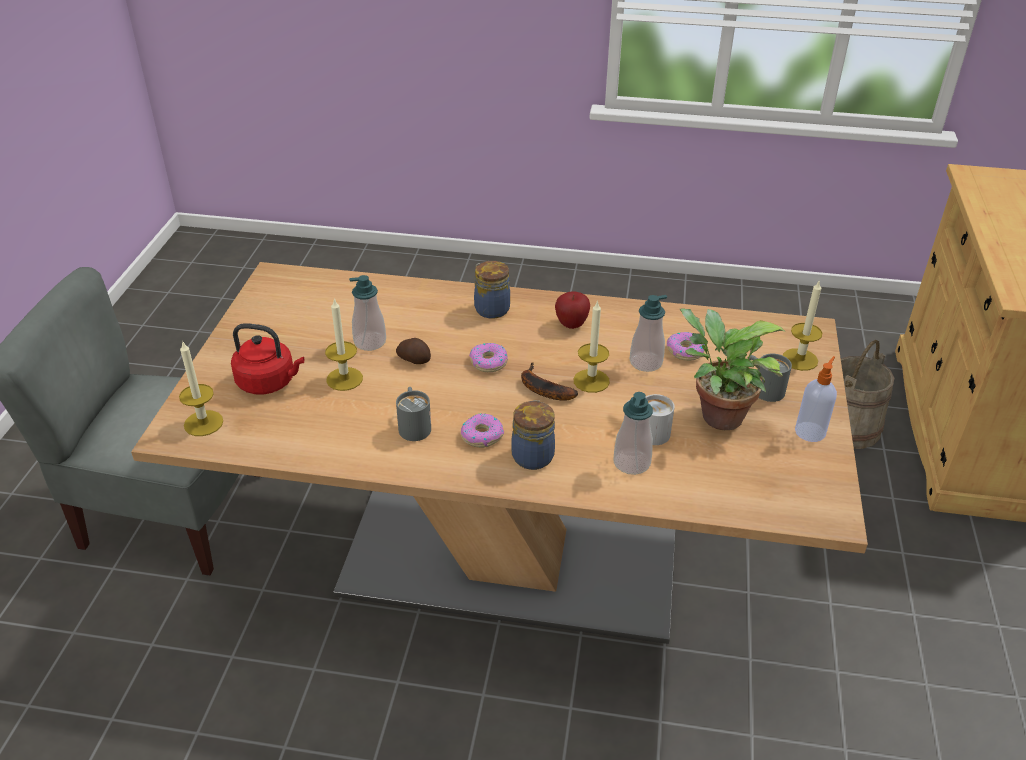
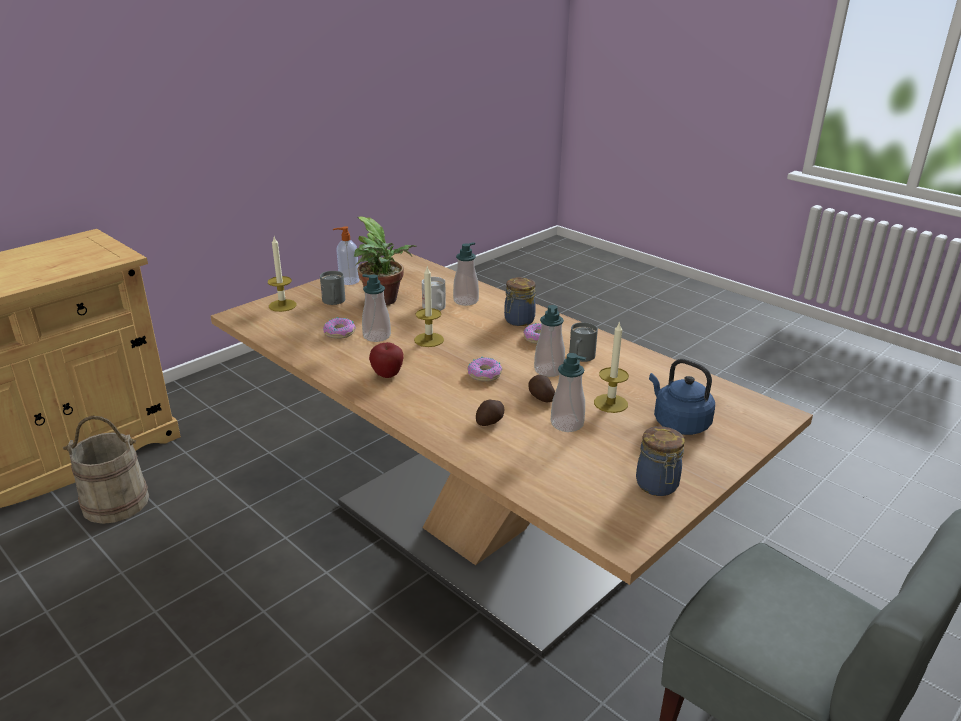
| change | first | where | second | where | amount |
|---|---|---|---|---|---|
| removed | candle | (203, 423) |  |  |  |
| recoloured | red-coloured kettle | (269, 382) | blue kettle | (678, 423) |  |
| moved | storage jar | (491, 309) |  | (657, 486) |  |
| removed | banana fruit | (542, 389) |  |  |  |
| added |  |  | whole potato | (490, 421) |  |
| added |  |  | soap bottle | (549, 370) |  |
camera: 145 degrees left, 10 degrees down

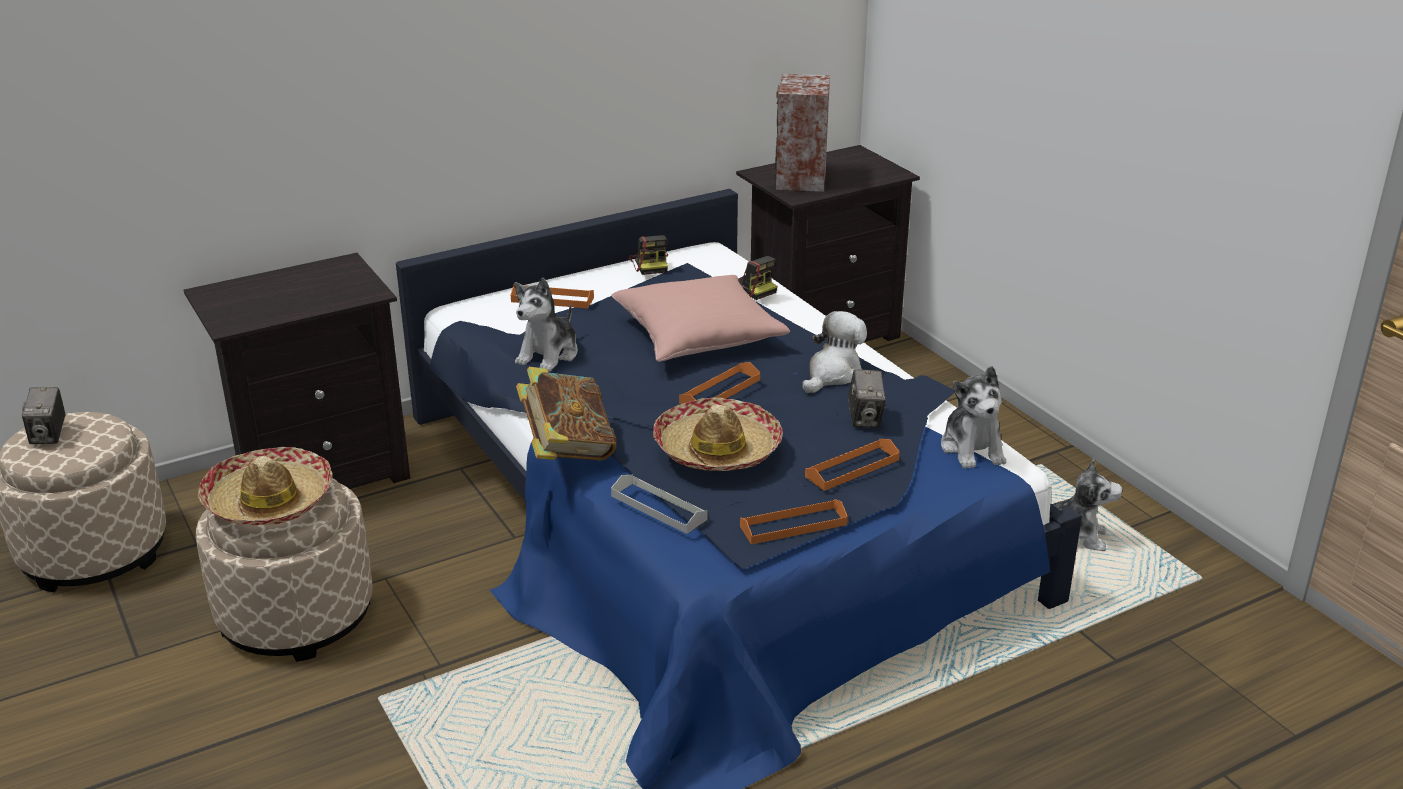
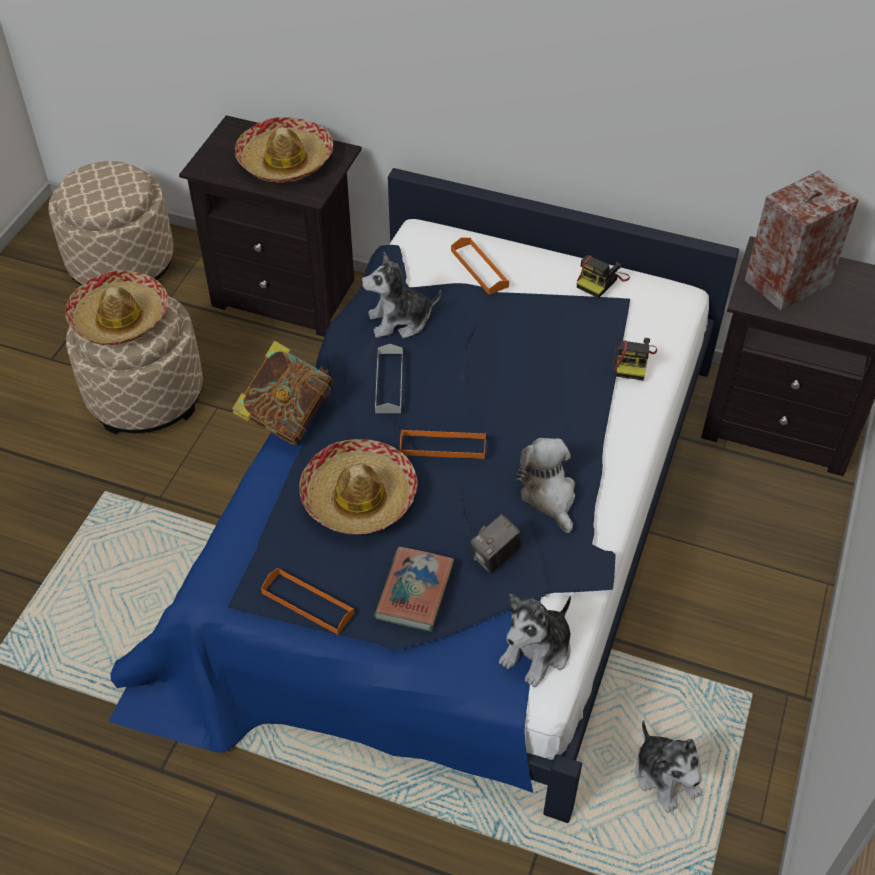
| change | first | where | second | where | amount |
|---|---|---|---|---|---|
| removed | still camera | (49, 435) |  |  |  |
| removed | pinkish cushion | (698, 337) |  |  |  |
| moved | gray tray | (658, 507) |  | (389, 382) |  |
| turned | plush toy | (833, 374) |  | (549, 496) | 105 degrees counterclockwise |
| replaced | orange tray | (852, 468) | volume | (414, 592) |  |
| added |  |  | hat | (285, 160) |  |
camera: 50 degrees right, 20 degrees up

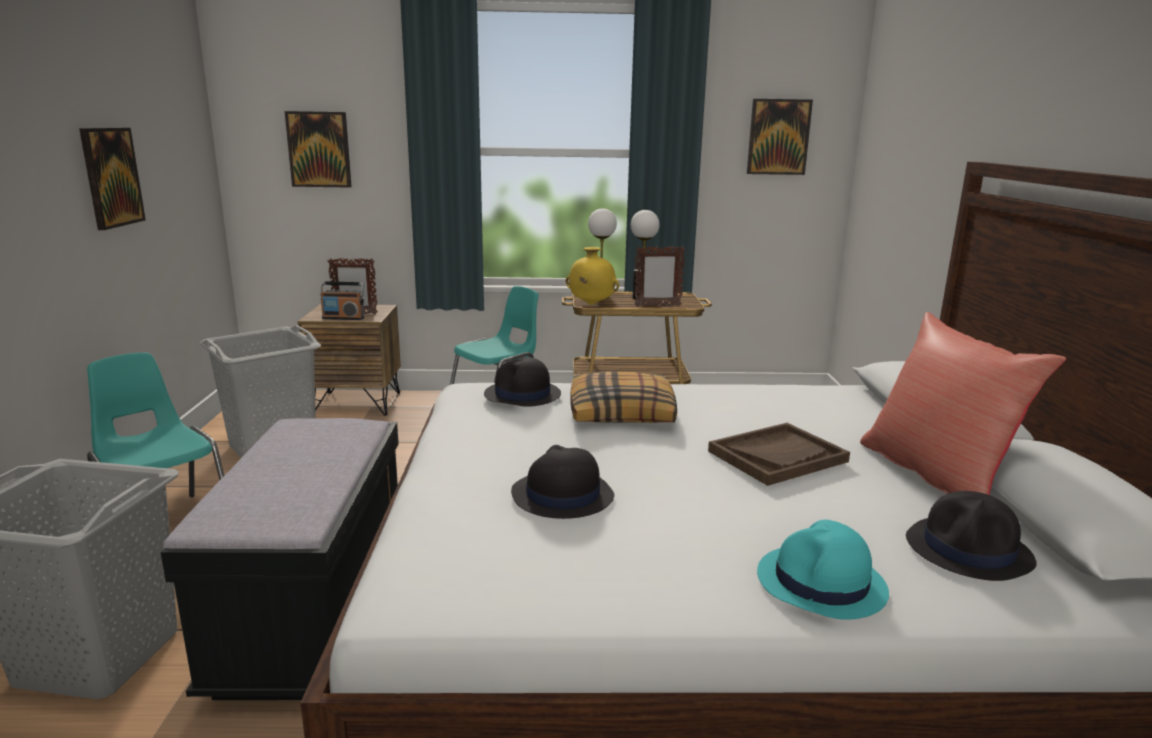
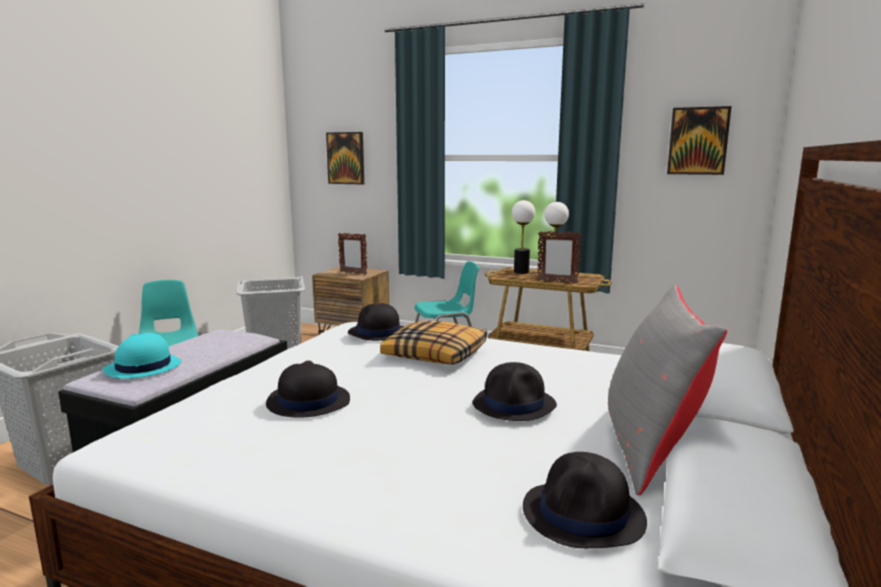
| change | first | where | second | where | amount |
|---|---|---|---|---|---|
| removed | picture | (111, 177) |  |  |  |
| removed | radio receiver | (343, 318) |  |  |  |
| removed | yellow flower vase | (591, 304) |  |  |  |
| replaced | brown tray | (777, 456) | blackish hat | (514, 404) |  |
| moved | turquoise-coloured hat | (821, 584) |  | (143, 367) |  |
| recoloured | red-coloured cushion | (936, 476) | gray cushion | (650, 448) |  |
camera: 25 degrees right, 5 degrees down

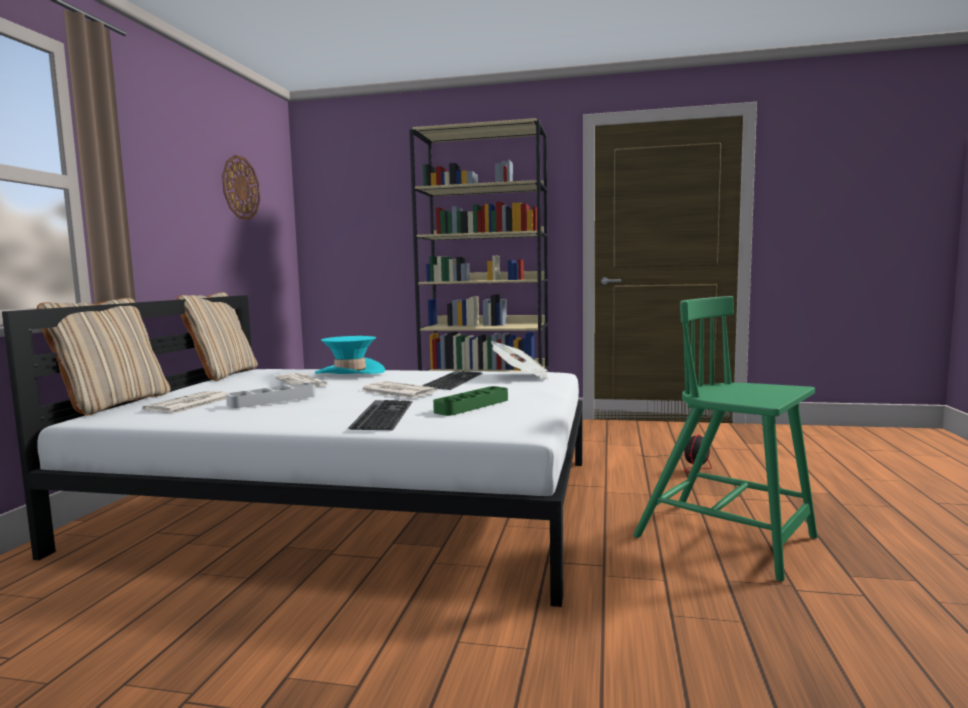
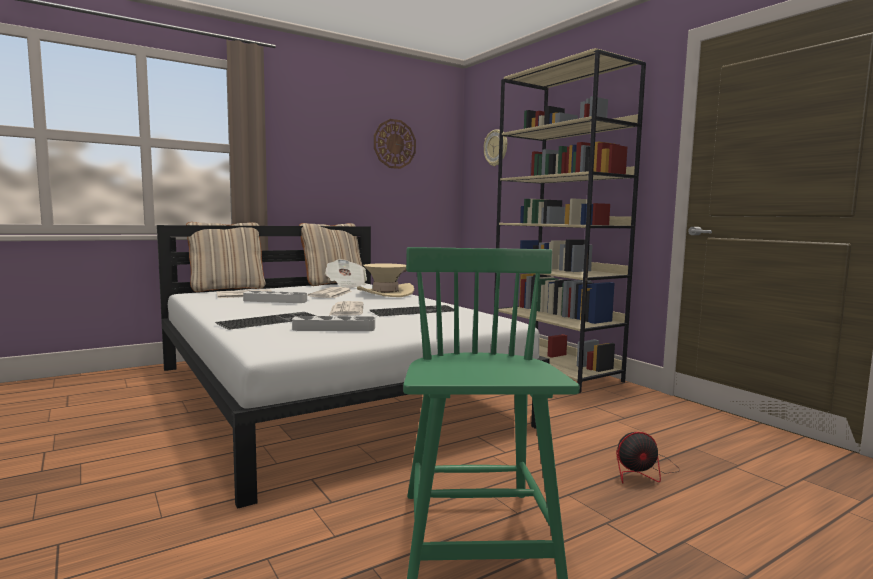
| change | first | where | second | where | amount |
|---|---|---|---|---|---|
| recoloured | turquoise-coloured hat | (350, 372) | beige-coloured hat | (385, 293) |  |
| recoloured | greenish tray | (472, 406) | gray tray | (334, 328) |  |
| moved | daily paper | (521, 376) |  | (346, 286) |  |
| added |  |  | wall clock | (496, 148) |  |
camera: 45 degrees right, 0 degrees up

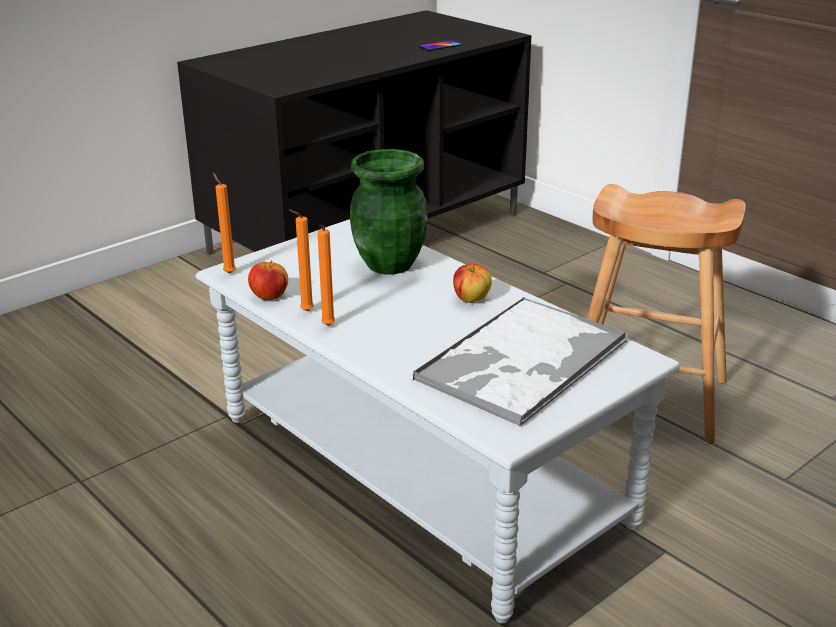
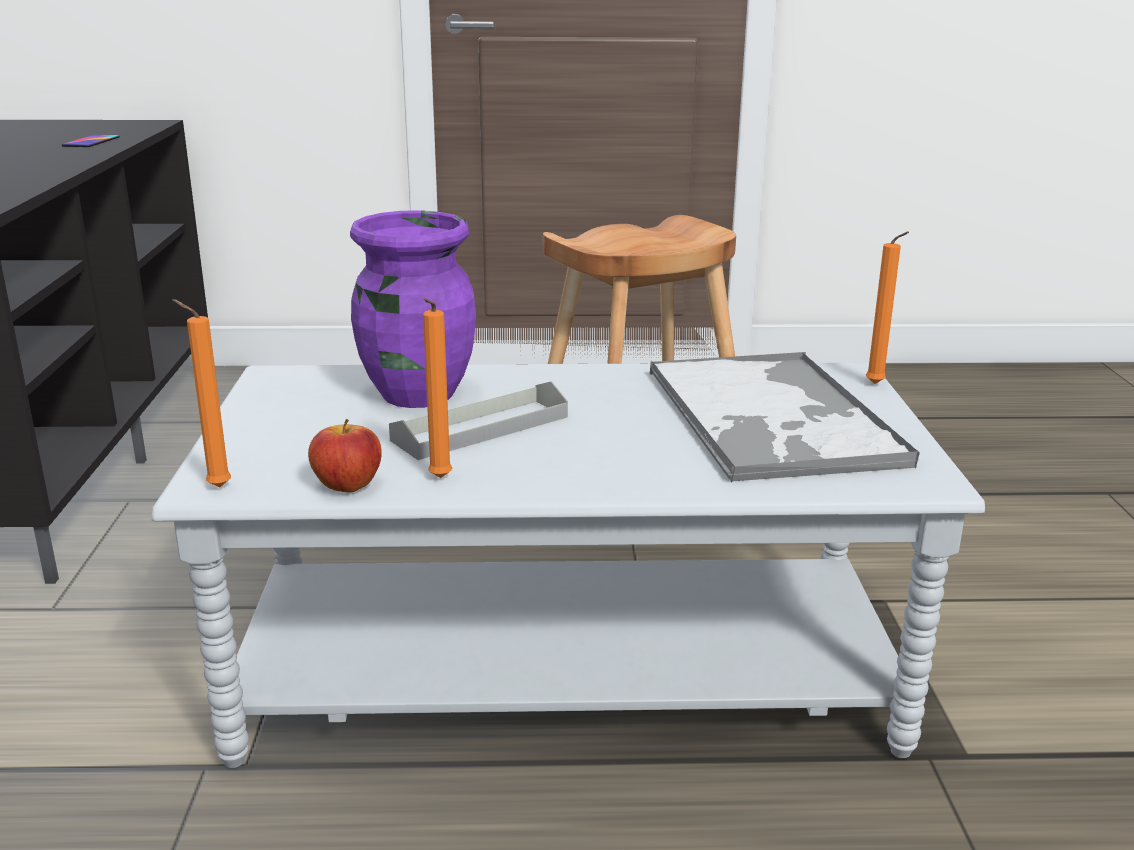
| change | first | where | second | where | amount |
|---|---|---|---|---|---|
| moved | orange candle | (327, 327) |  | (877, 385) |  |
| recoloured | greenish flower vase | (390, 264) | purple flower vase | (417, 394) |  |
| removed | apple fruit | (471, 299) |  |  |  |
| added |  |  | gray tray | (481, 428) |  |
camera: 50 degrees left, 5 degrees down

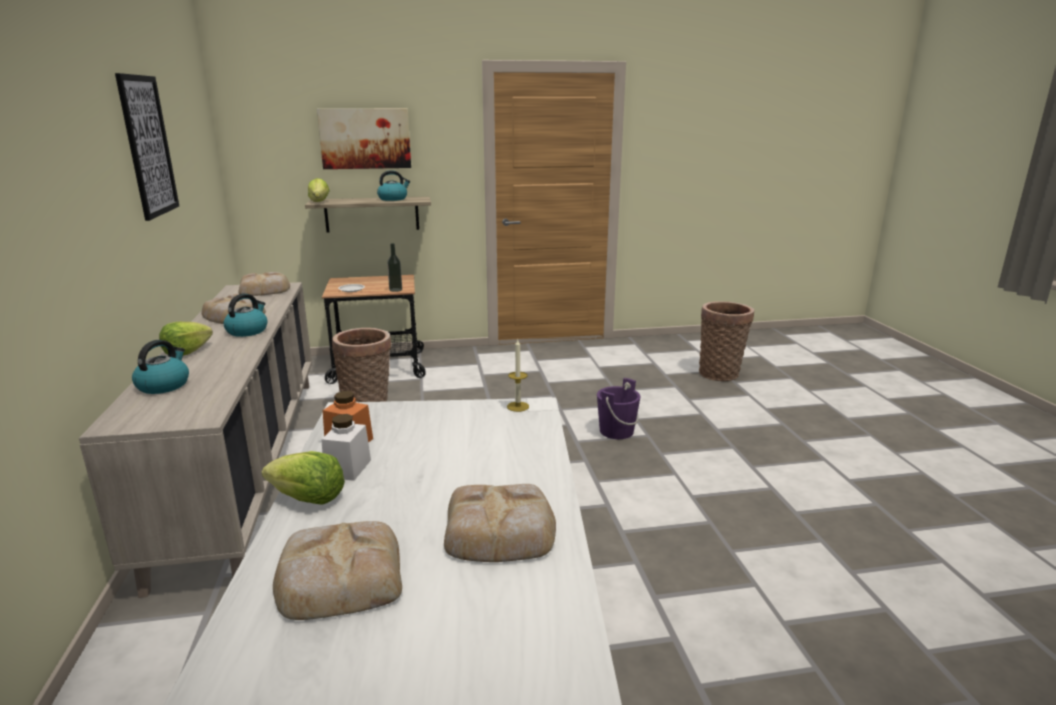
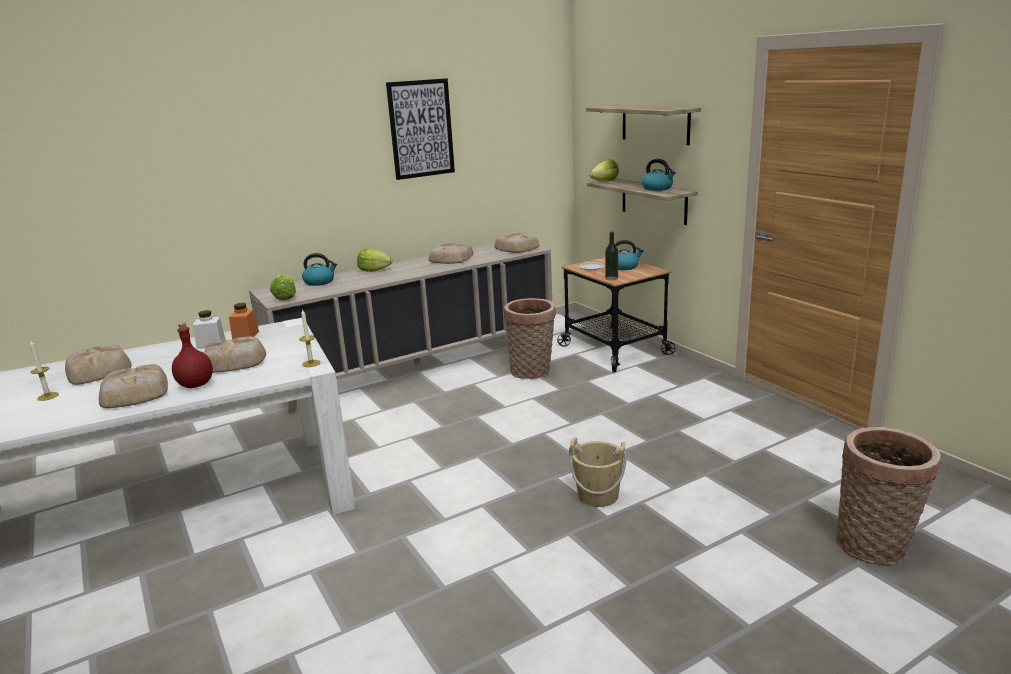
| change | first | where | second | where | amount |
|---|---|---|---|---|---|
| moved | kettle | (247, 331) |  | (624, 267) |  |
| moved | lettuce | (307, 499) |  | (285, 297) |  |
| replaced | picture | (365, 138) | shelf | (655, 124) |  |
| recoloured | purple pail | (616, 431) | beige-coloured pail | (598, 495) |  |
| added |  |  | candle | (48, 396) |  |
| added |  |  | red-coloured bottle | (196, 384) |  |
| added |  |  | bakery bread | (234, 361) |  |
camera: 70 degrees right, 0 degrees up

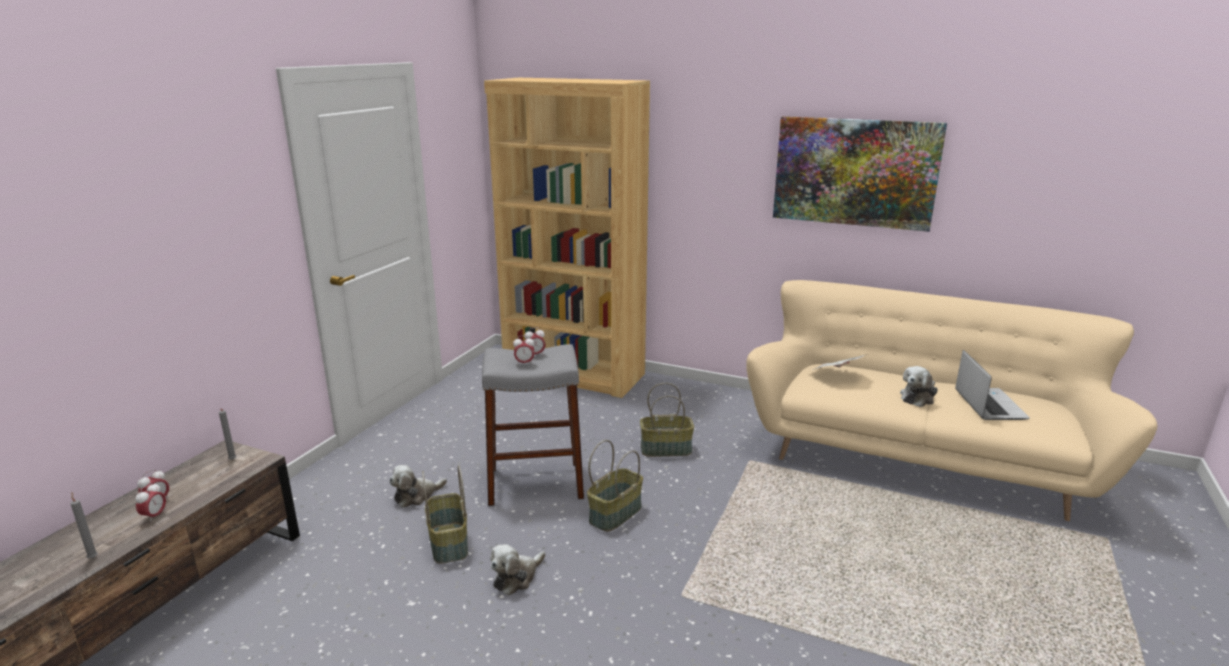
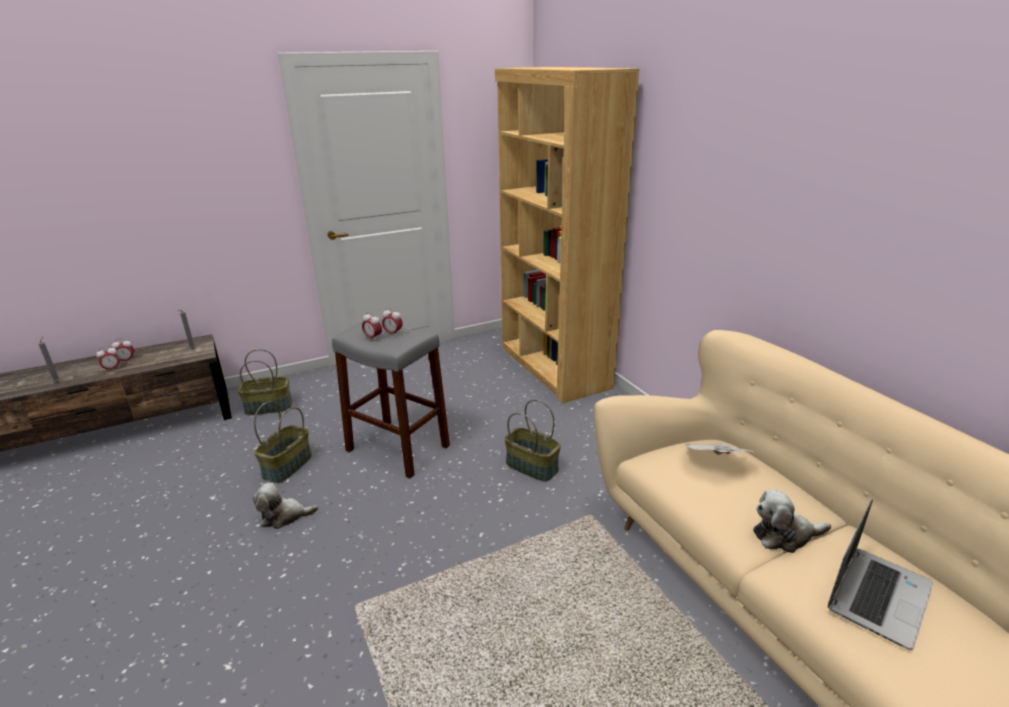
| change | first | where | second | where | amount |
|---|---|---|---|---|---|
| removed | plush toy | (416, 496) |  |  |  |
| moved | household basket | (615, 513) |  | (269, 407) |  |
| removed | picture | (855, 172) |  |  |  |
camera: 40 degrees right, 5 degrees up

